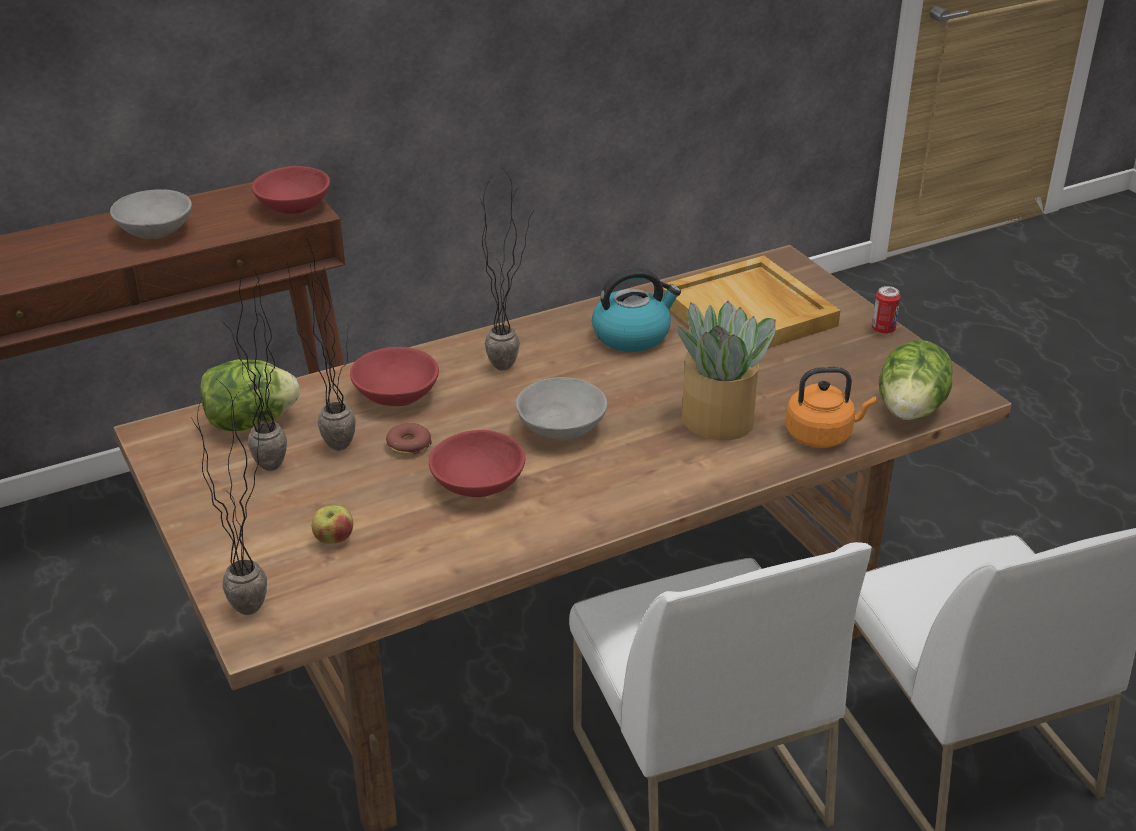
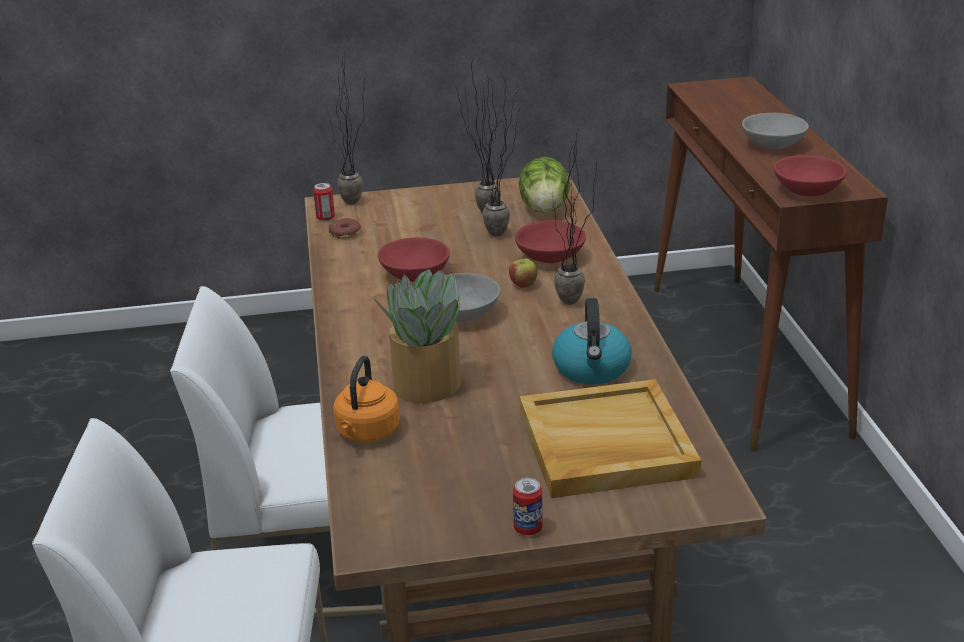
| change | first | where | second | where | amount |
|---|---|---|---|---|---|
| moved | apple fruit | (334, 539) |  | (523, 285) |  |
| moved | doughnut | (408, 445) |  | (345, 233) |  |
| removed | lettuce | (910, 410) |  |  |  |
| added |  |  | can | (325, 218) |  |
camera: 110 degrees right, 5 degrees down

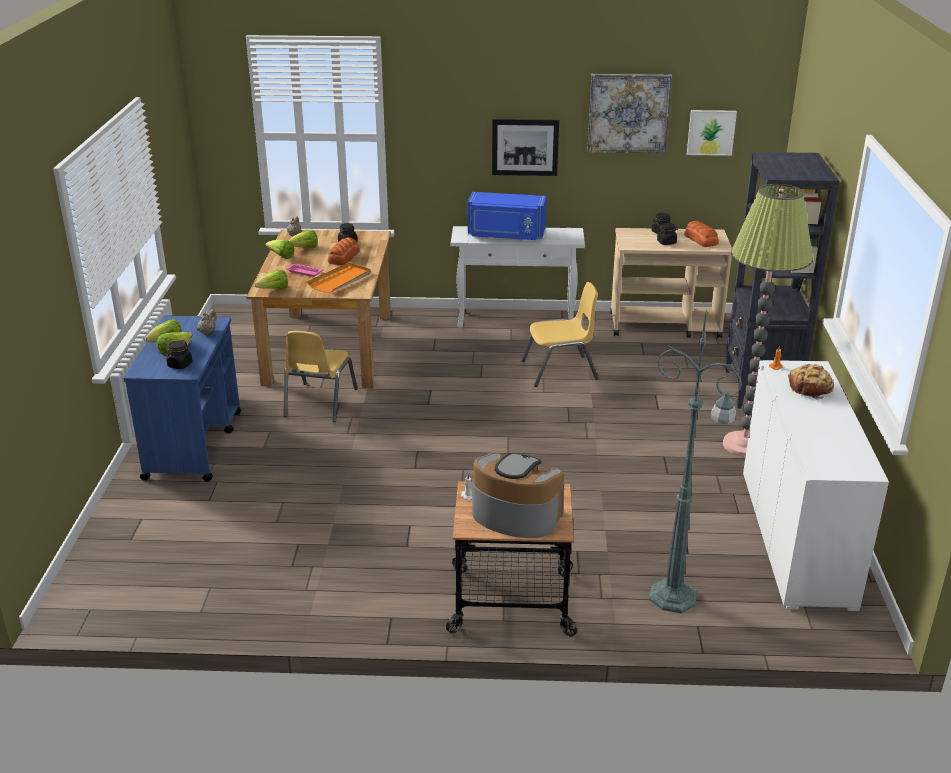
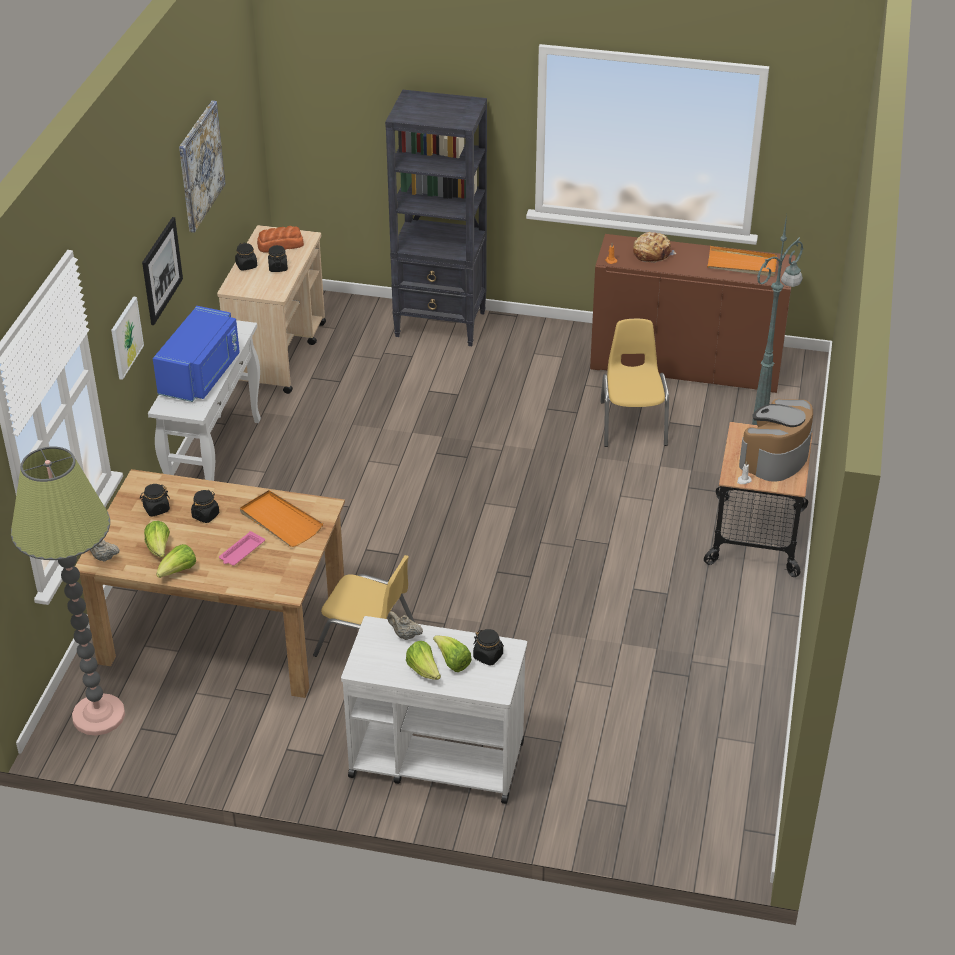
| change | first | where | second | where | amount |
|---|---|---|---|---|---|
| recoloured | blue cart | (194, 444) | whitish cart | (435, 759) |  |
| removed | lettuce | (274, 290) |  |  |  |
| replaced | bakery bread | (343, 257) | blackish storage jar | (206, 515) |  |
| moved | yellow upright chair | (560, 371) |  | (632, 423) |  |
| moved | picture | (711, 132) |  | (126, 337) |  |
| moved | floor lamp | (744, 445) |  | (98, 715) |  |
| recoloured | whitish cupboard | (796, 537) | brown cupboard | (686, 365) |  |
| added |  |  | orange tray | (742, 264) |  |
camera: 80 degrees left, 10 degrees up

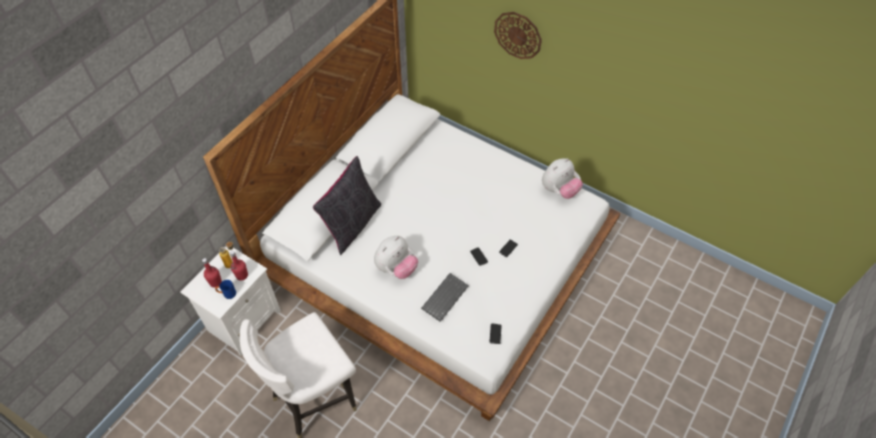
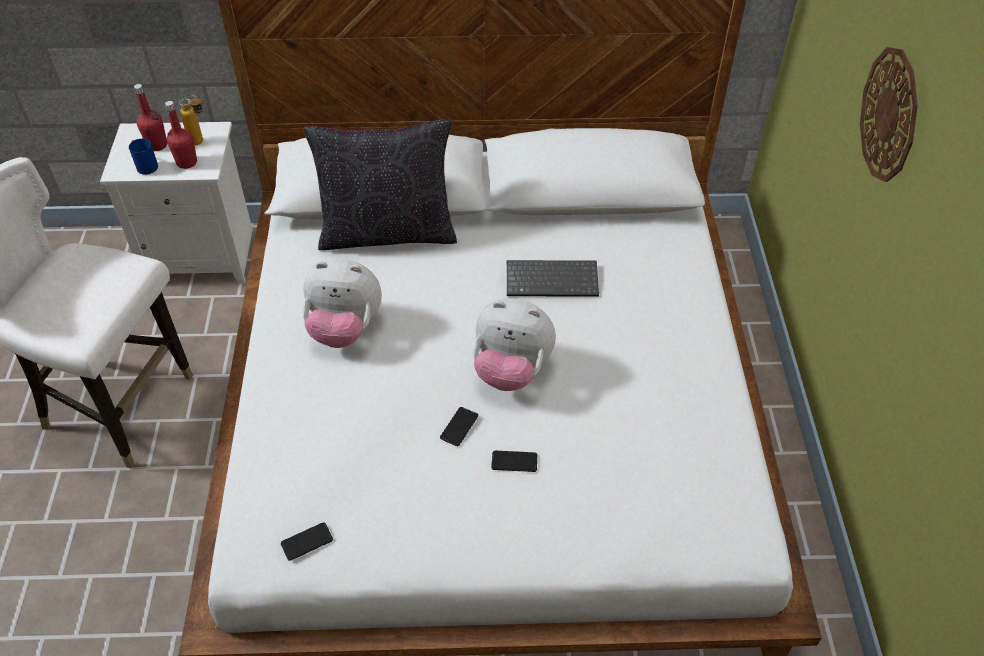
| change | first | where | second | where | amount |
|---|---|---|---|---|---|
| moved | computer keyboard | (444, 296) |  | (553, 279) |  |
| moved | plush toy | (559, 190) |  | (511, 370) |  |
camera: 55 degrees right, 5 degrees down

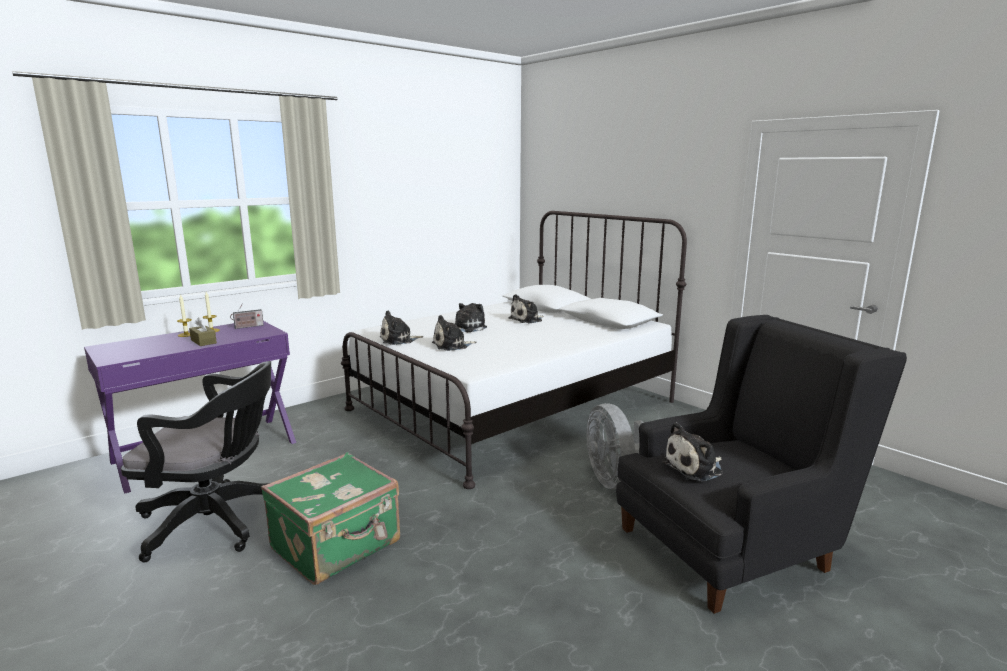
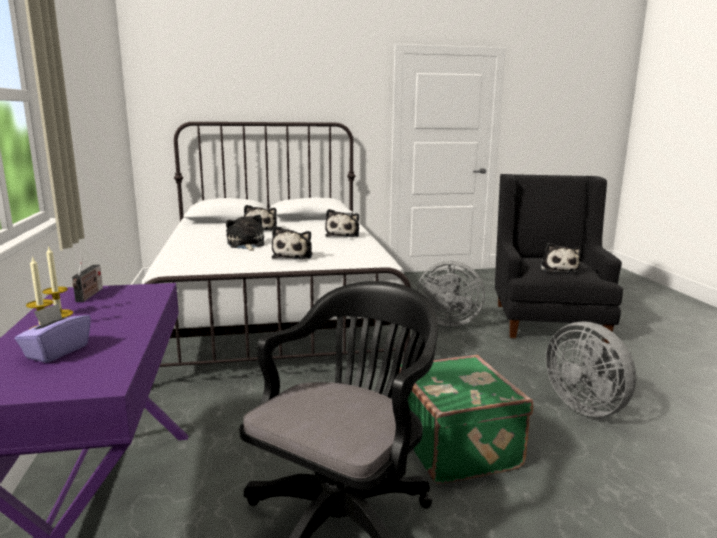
| change | first | where | second | where | amount |
|---|---|---|---|---|---|
| removed | brown box of tissues | (203, 341) |  |  |  |
| moved | plush toy | (398, 340) |  | (343, 235) |  |
| added |  |  | purple box of tissues | (57, 352) |  |
| added |  |  | gray fan | (587, 406) |  |
camera: 60 degrees left, 0 degrees up

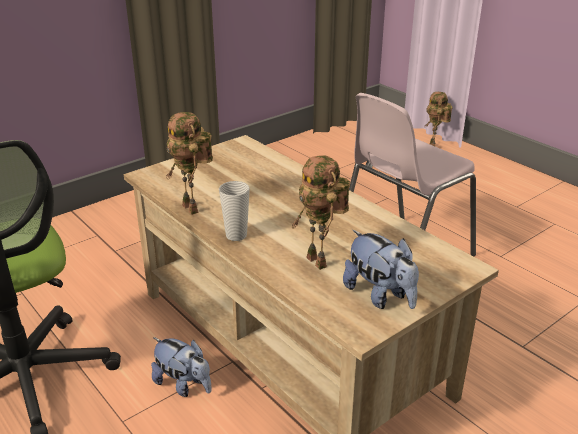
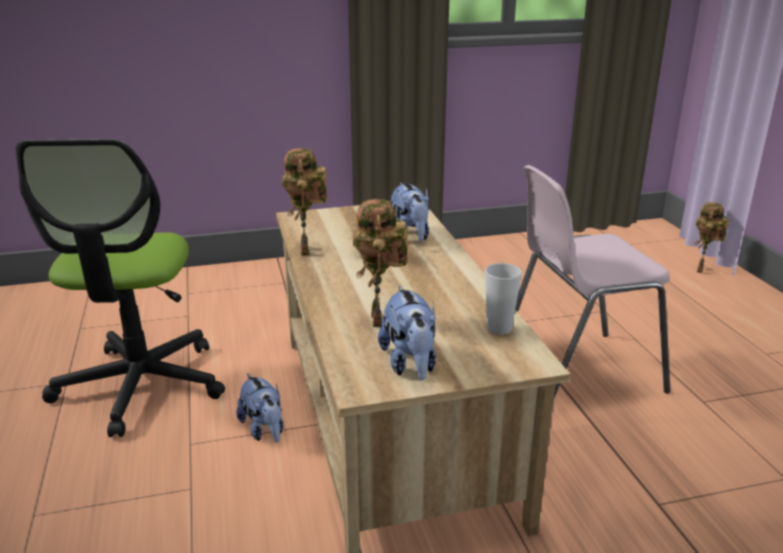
| change | first | where | second | where | amount |
|---|---|---|---|---|---|
| moved | small cup | (236, 235) |  | (499, 328) |  |
| added |  |  | plush toy | (410, 236) |  |
camera: 25 degrees right, 5 degrees down

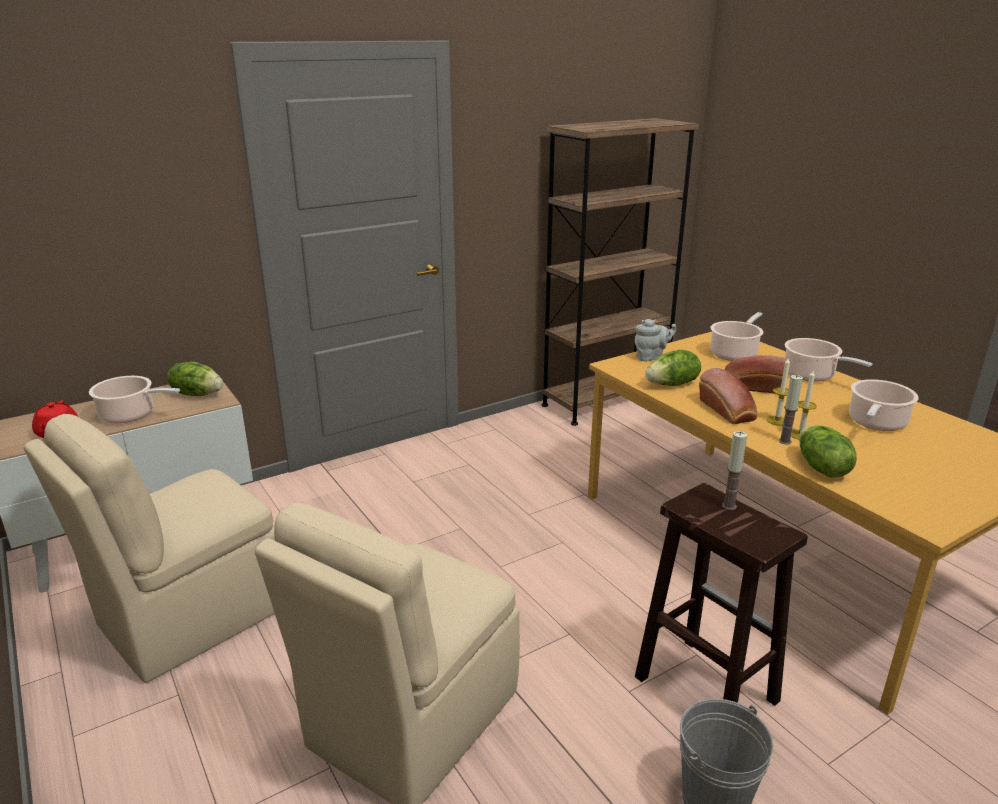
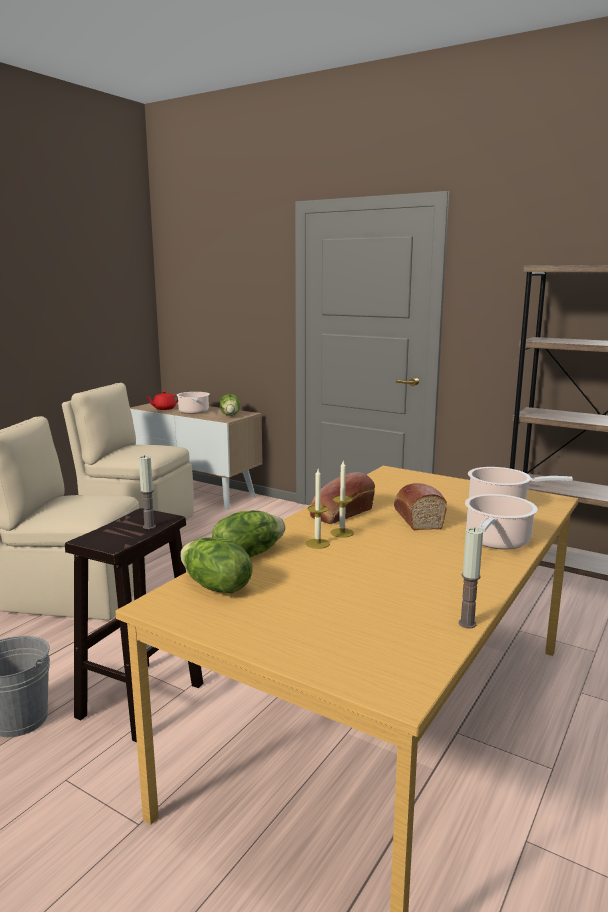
| change | first | where | second | where | amount |
|---|---|---|---|---|---|
| removed | gray teapot | (651, 357) |  |  |  |
| moved | lettuce | (672, 384) |  | (215, 587) |  |
| moved | candle | (785, 441) |  | (467, 624) |  |
| removed | cooking pot | (876, 423) |  |  |  |
camera: 65 degrees right, 10 degrees down

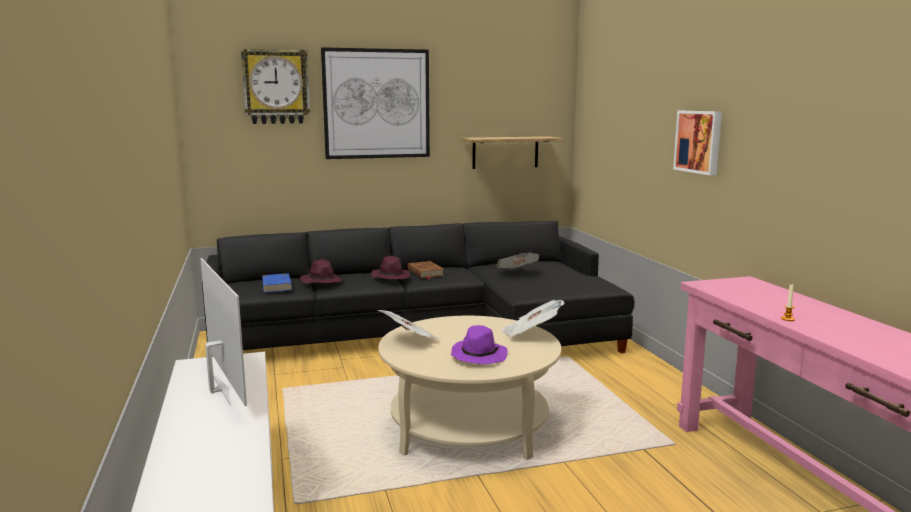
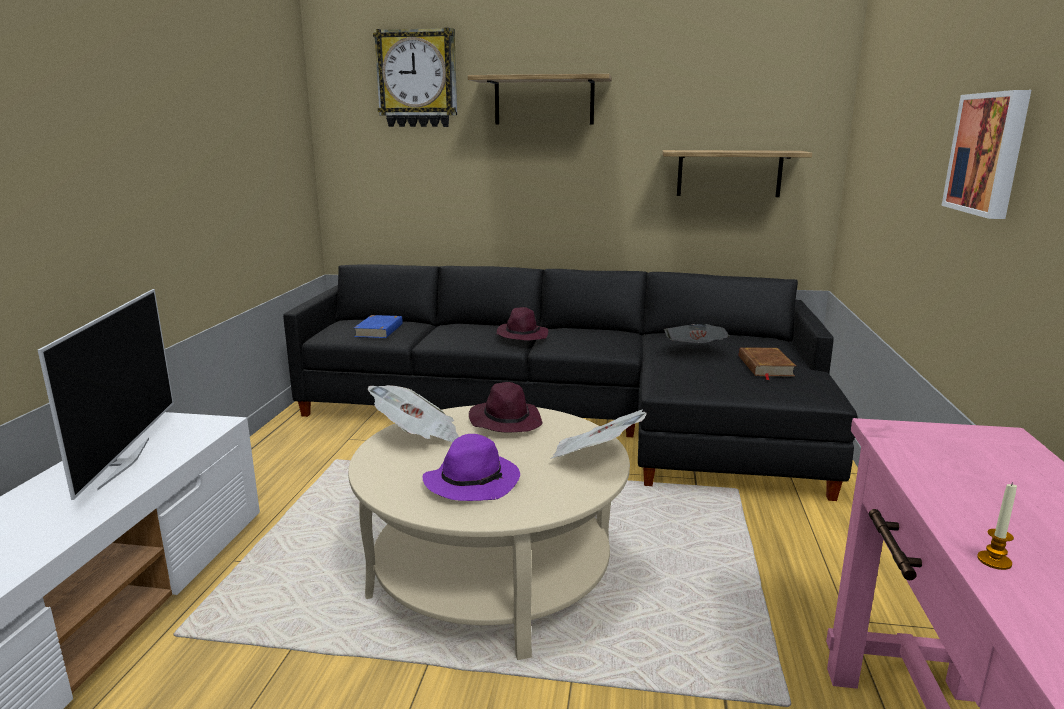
| change | first | where | second | where | amount |
|---|---|---|---|---|---|
| moved | purple hat | (321, 281) |  | (505, 422) |  |
| replaced | picture | (376, 104) | shelf | (544, 101) |  |
| moved | brown volume | (425, 272) |  | (765, 366) |  |
camera: 25 degrees right, 5 degrees up

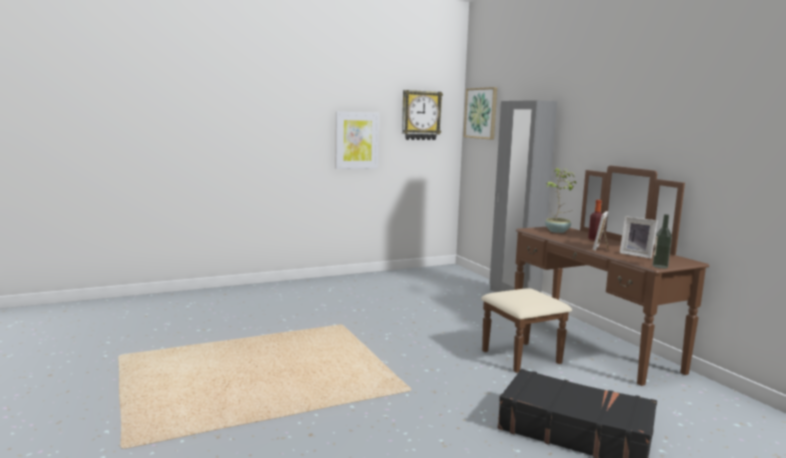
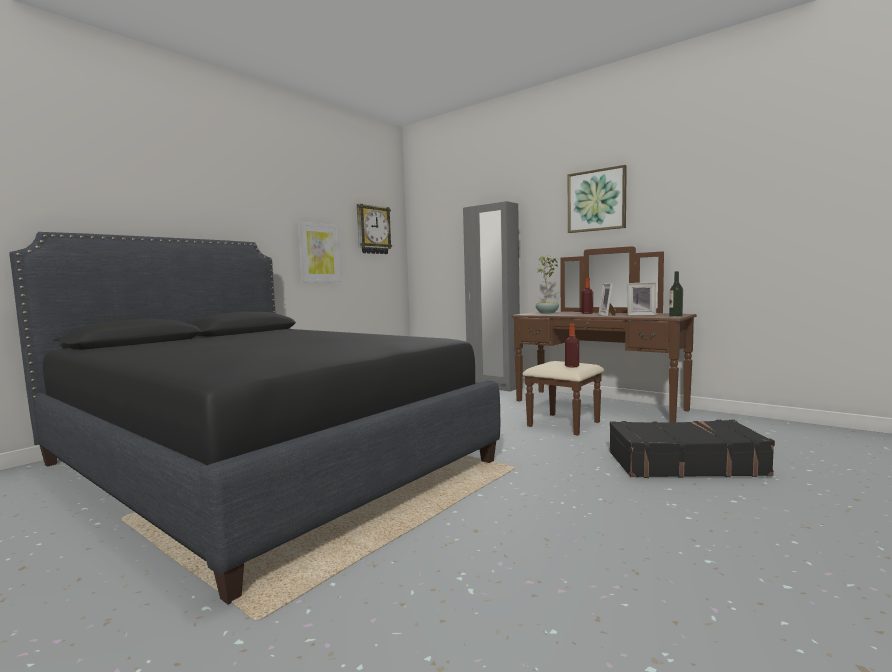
| change | first | where | second | where | amount |
|---|---|---|---|---|---|
| moved | picture | (481, 113) |  | (596, 200) |  |
| added |  |  | blackish bed | (261, 462) |  |
| added |  |  | bottle | (572, 366) |  |
camera: 25 degrees left, 5 degrees down

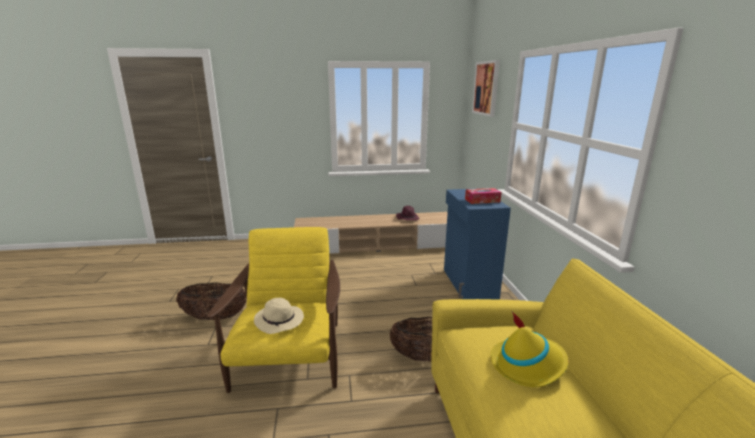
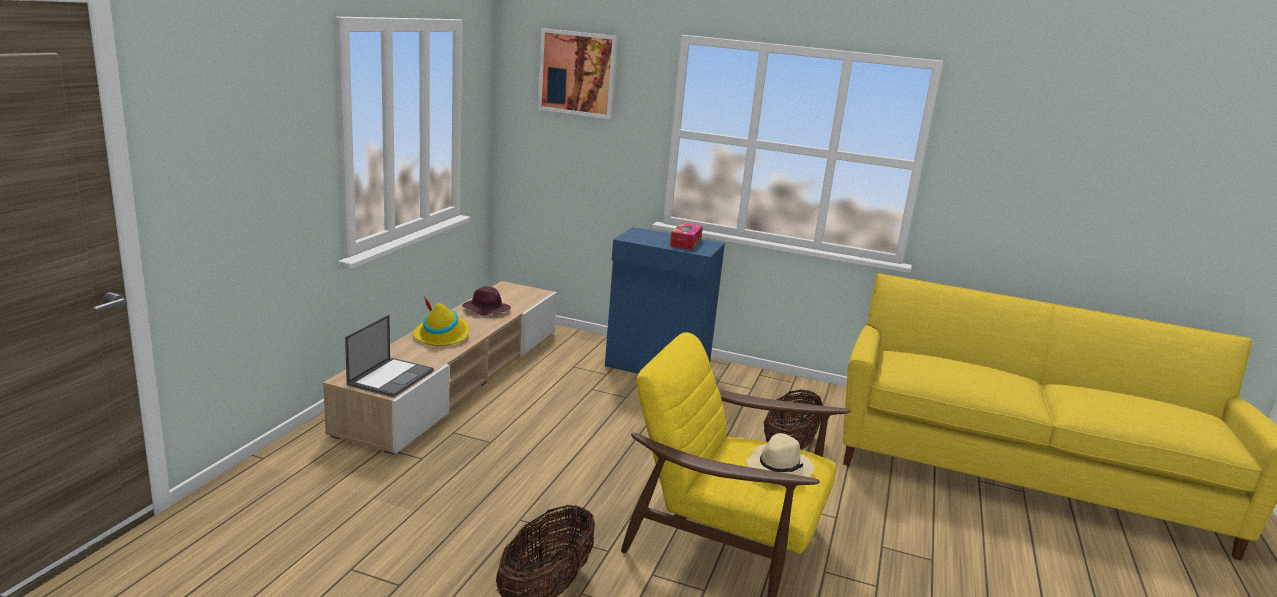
| change | first | where | second | where | amount |
|---|---|---|---|---|---|
| moved | yellow hat | (528, 364) |  | (442, 335) |  |
| added |  |  | laptop | (391, 377) |  |
camera: 65 degrees left, 0 degrees up

